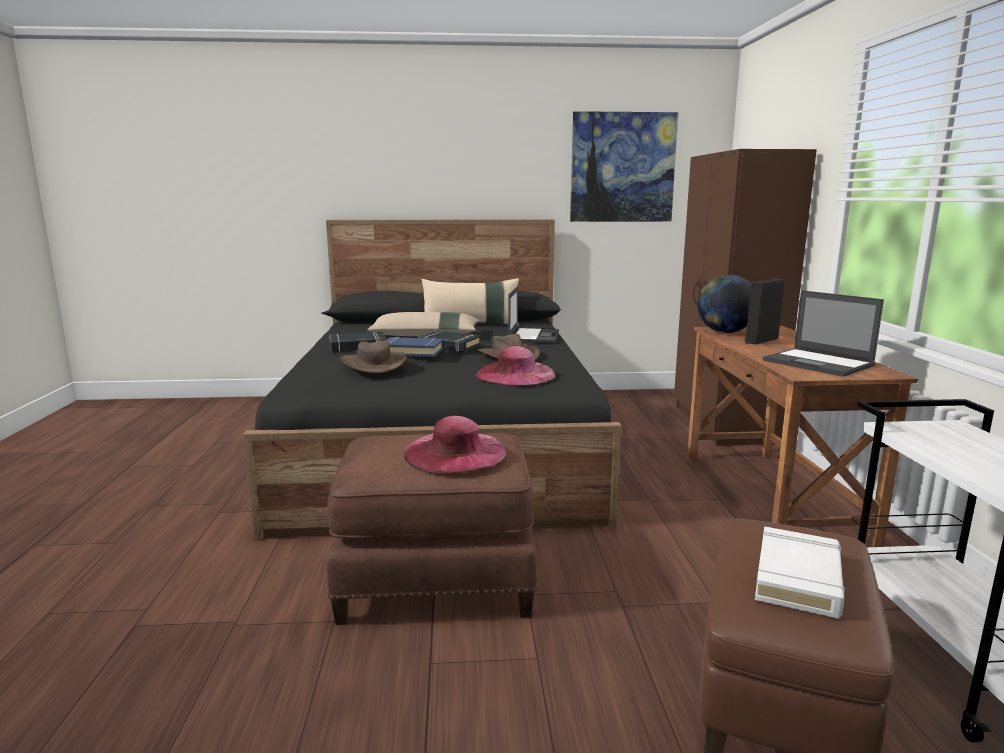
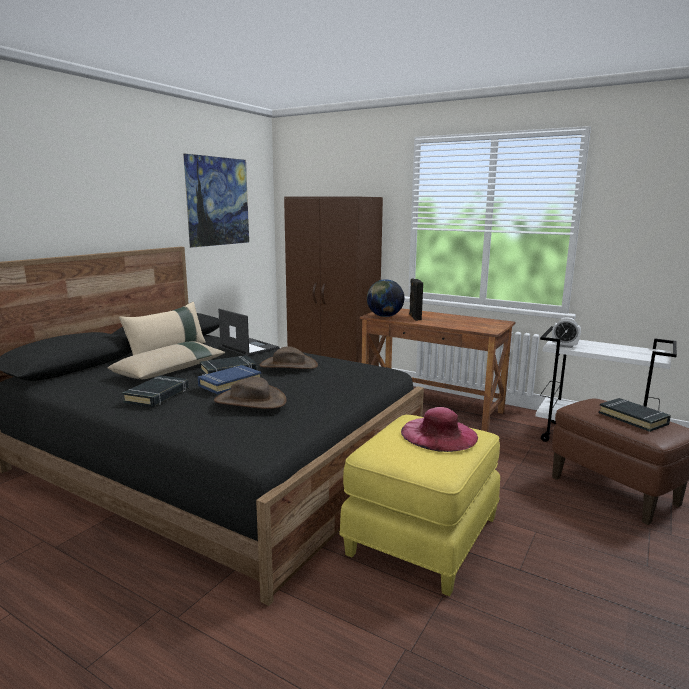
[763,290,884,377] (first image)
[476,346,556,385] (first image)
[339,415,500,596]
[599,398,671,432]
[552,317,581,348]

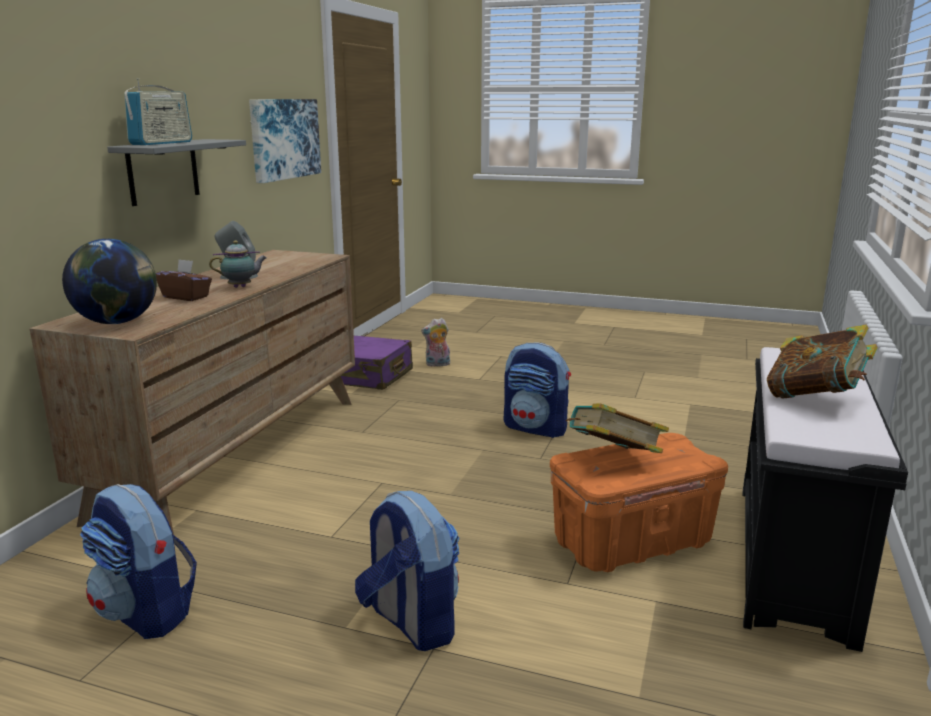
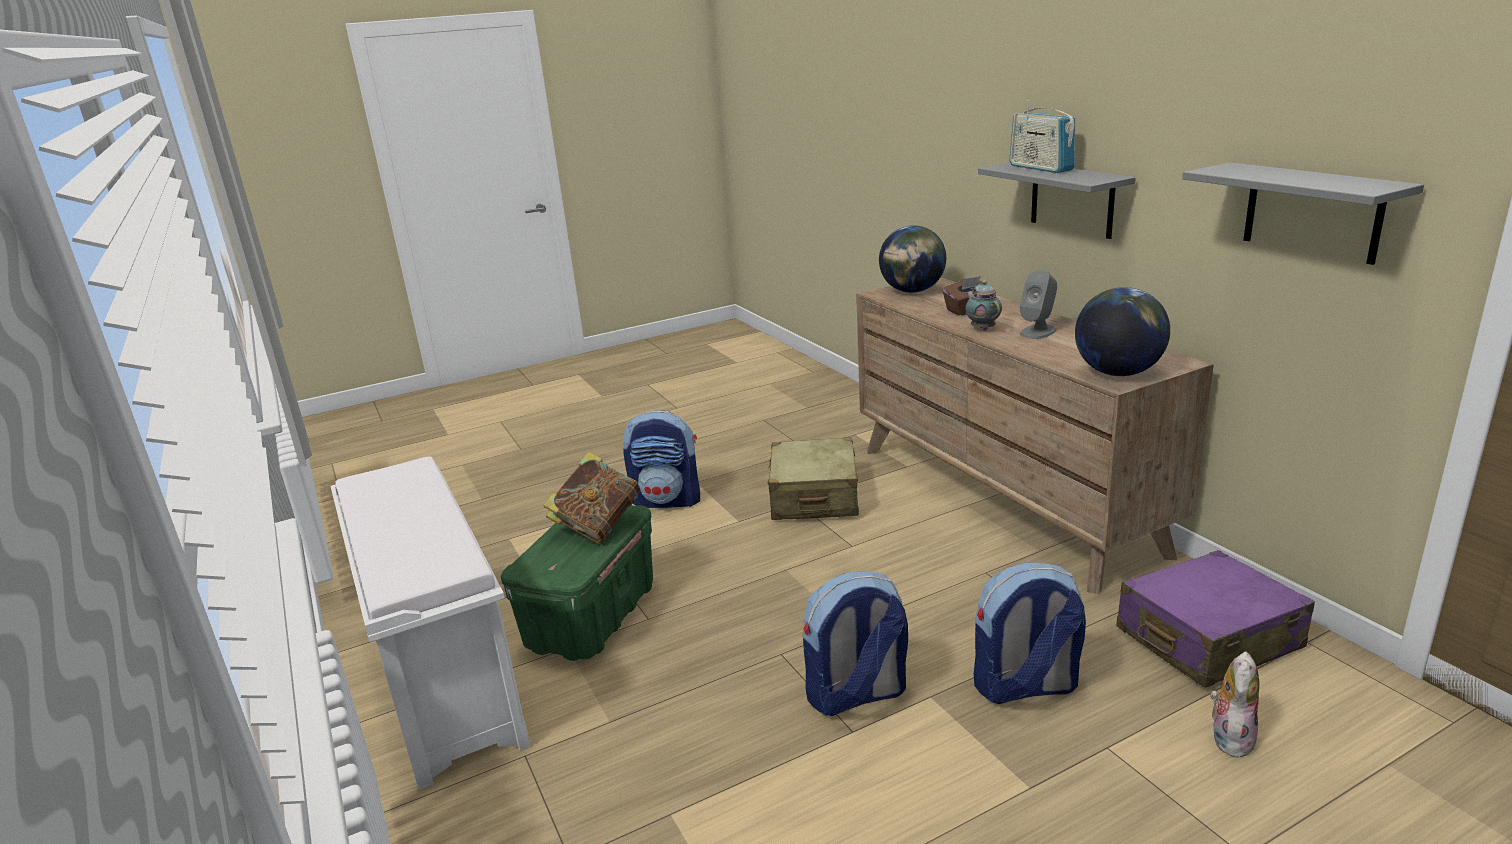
[1182,162,1424,265]
[965,280,1002,330]
[767,325,878,399] (first image)
[331,456,531,790]
[501,505,653,661]
[974,562,1086,704]
[1075,287,1170,376]
[767,437,859,520]

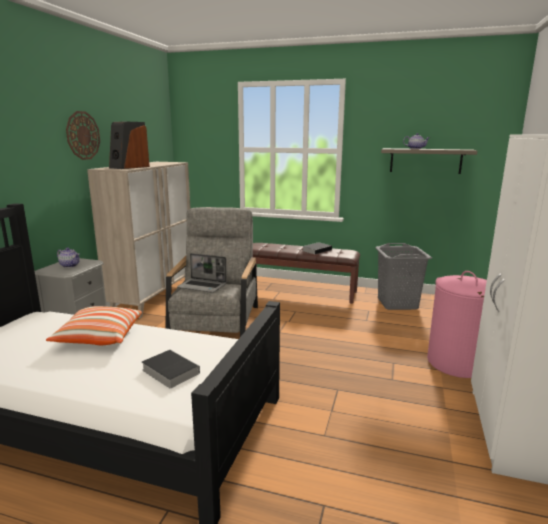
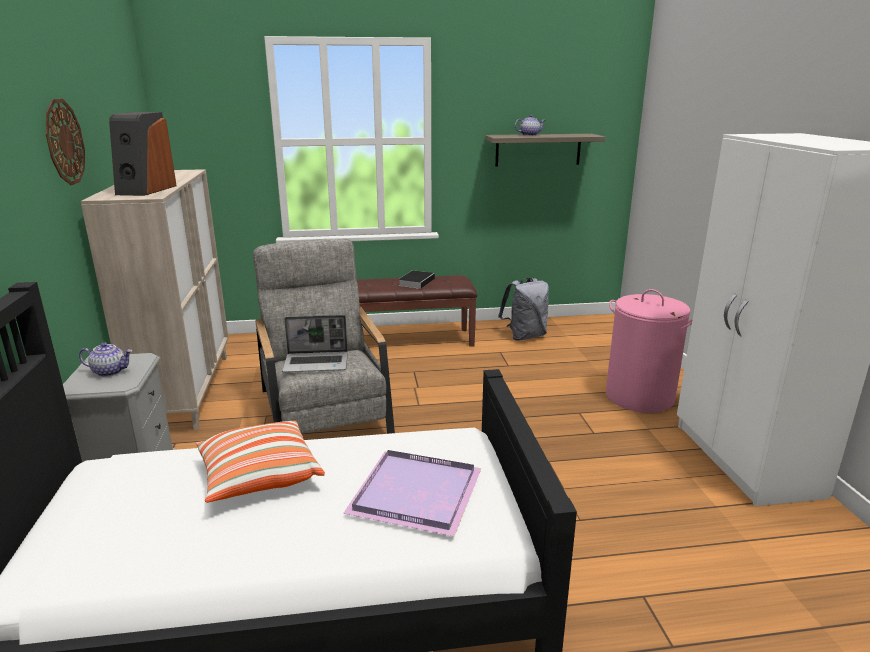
[498,278,549,341]
[343,450,481,536]

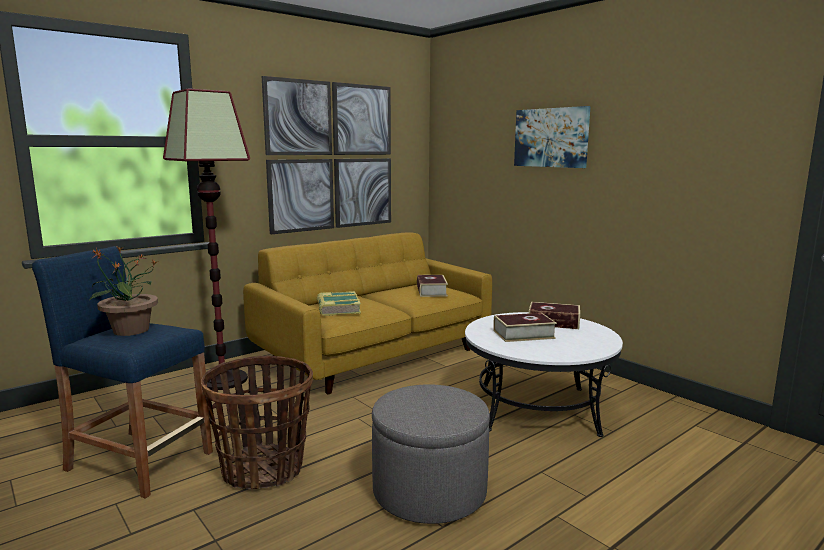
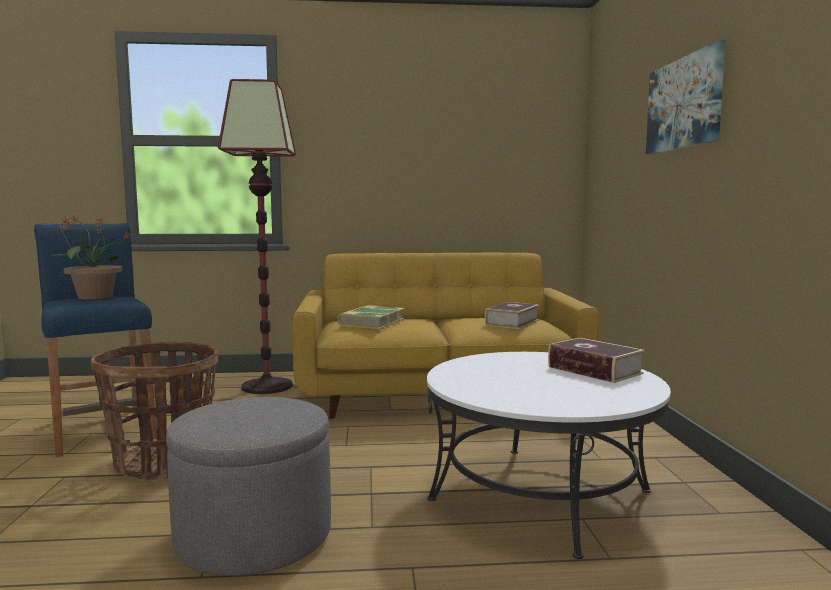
[262,76,391,234] (first image)
[493,313,557,342] (first image)

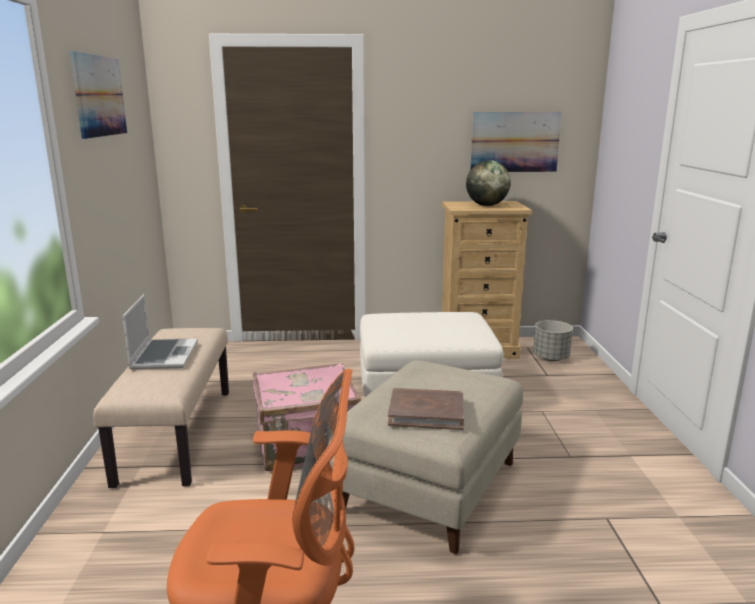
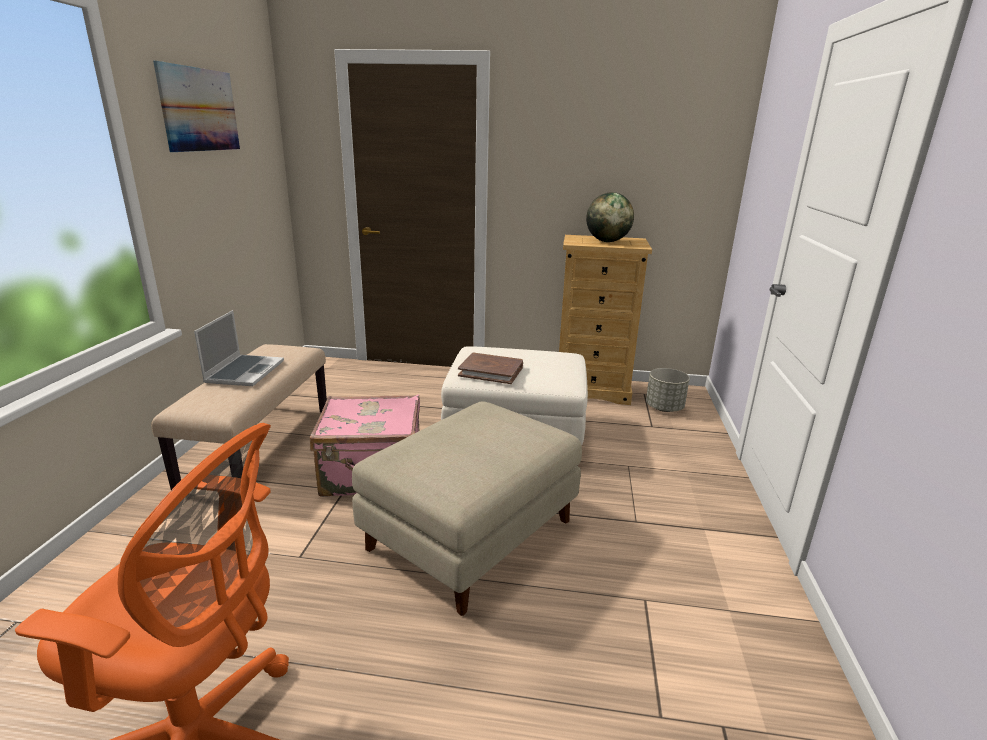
[471,112,562,172] (first image)
[458,353,523,384]

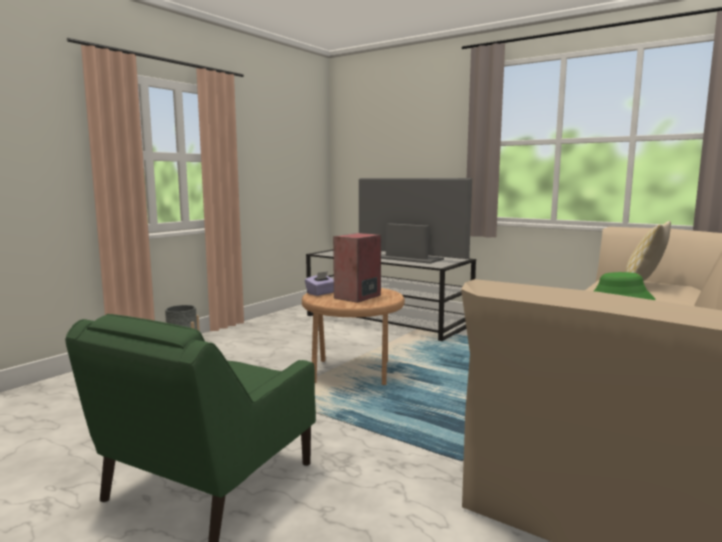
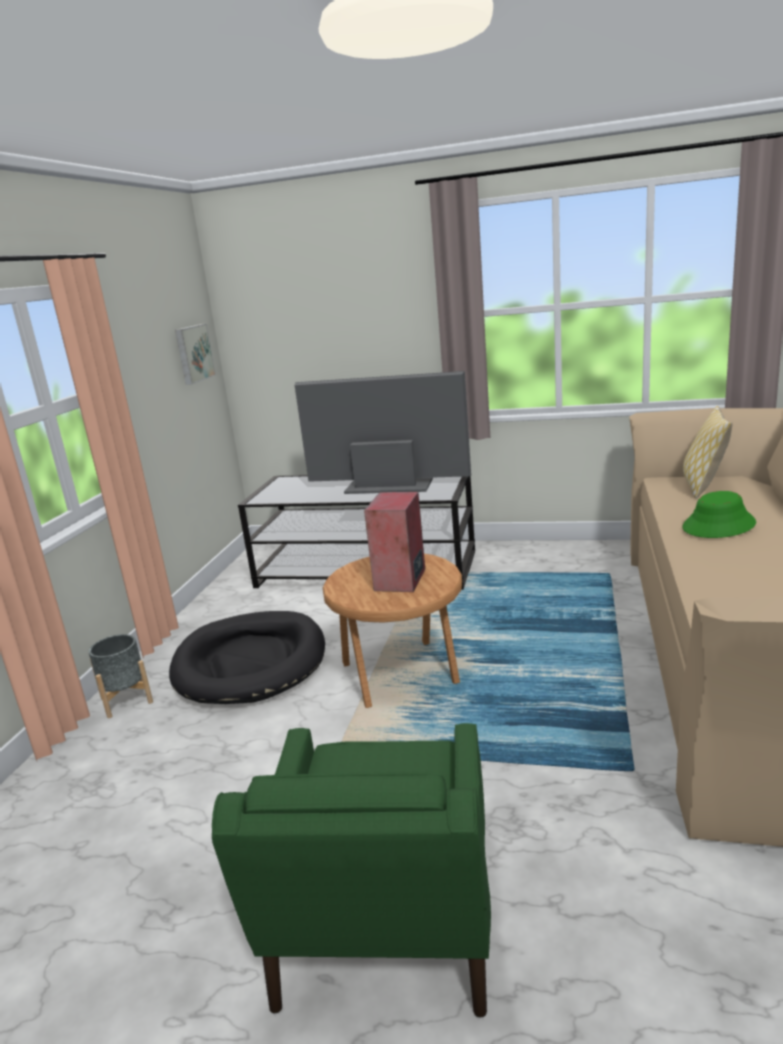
[305,271,334,296] (first image)
[175,324,216,385]
[169,611,325,704]

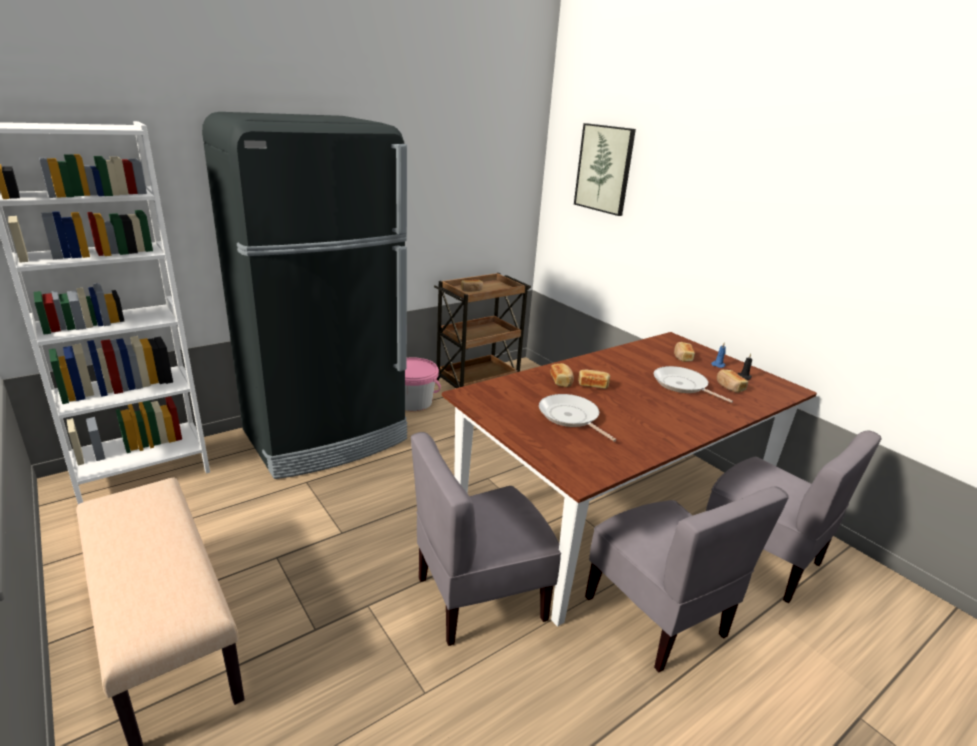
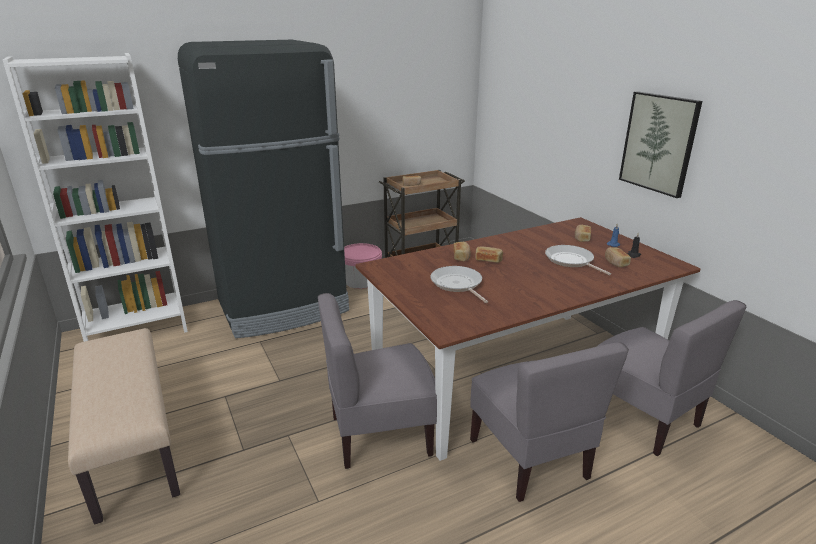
[619,91,702,198]

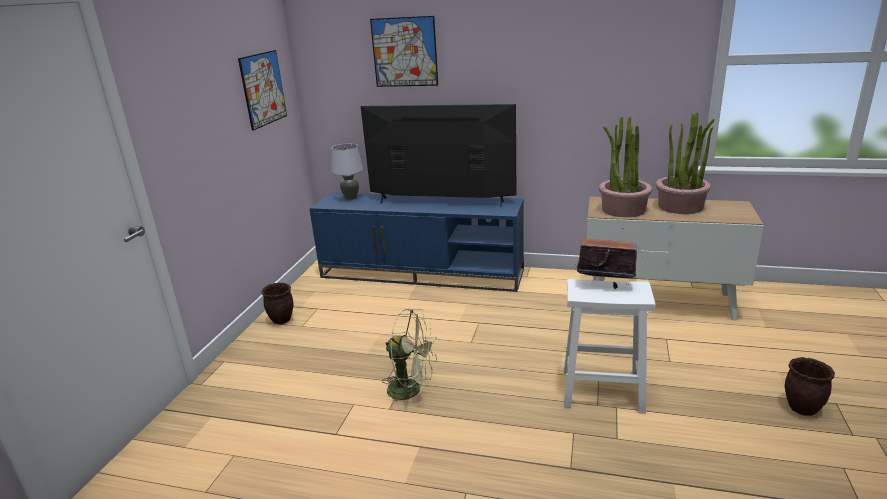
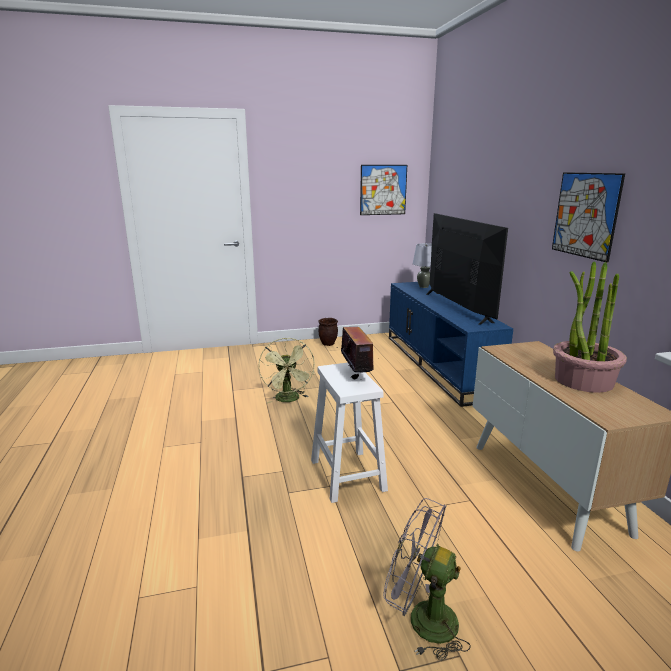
[552,172,625,263]
[599,116,652,217] (first image)
[383,498,471,661]

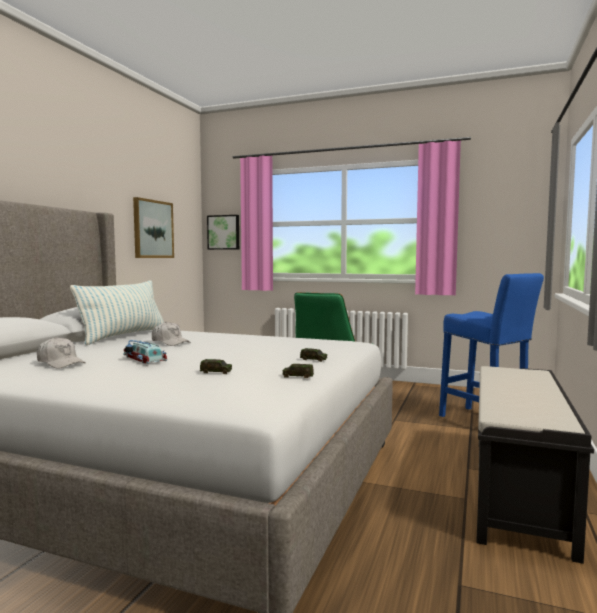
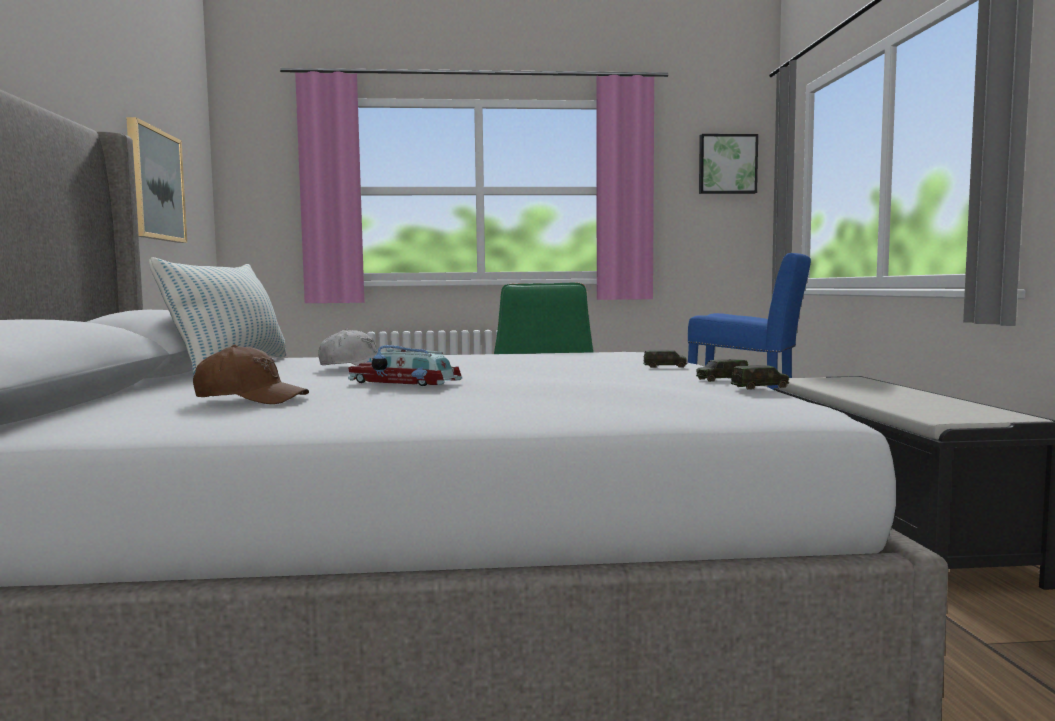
[699,134,758,194]
[193,345,309,404]
[731,365,789,390]

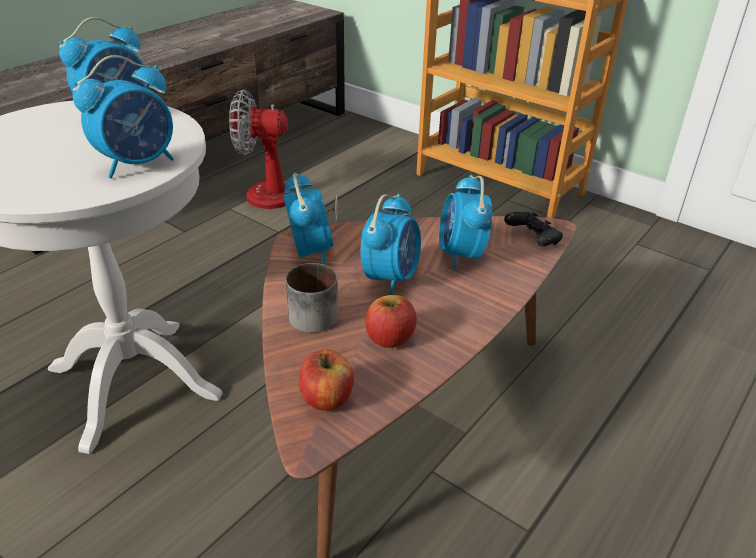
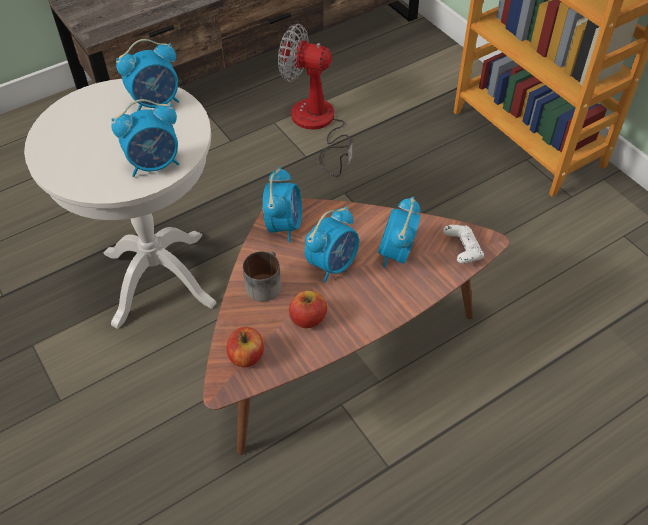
[443,225,484,264]

